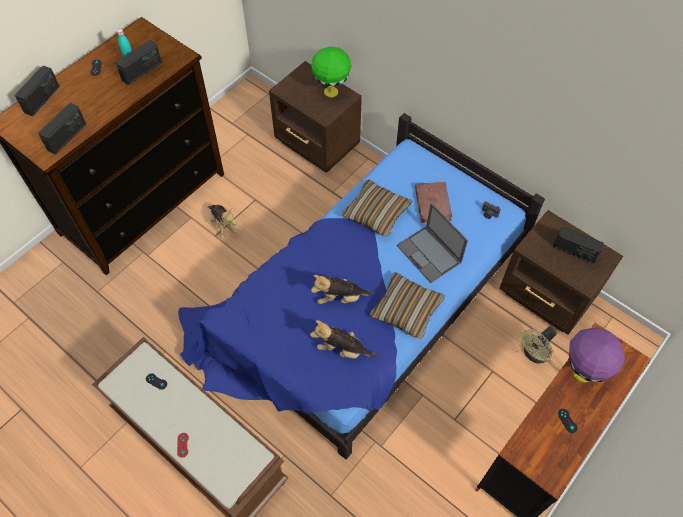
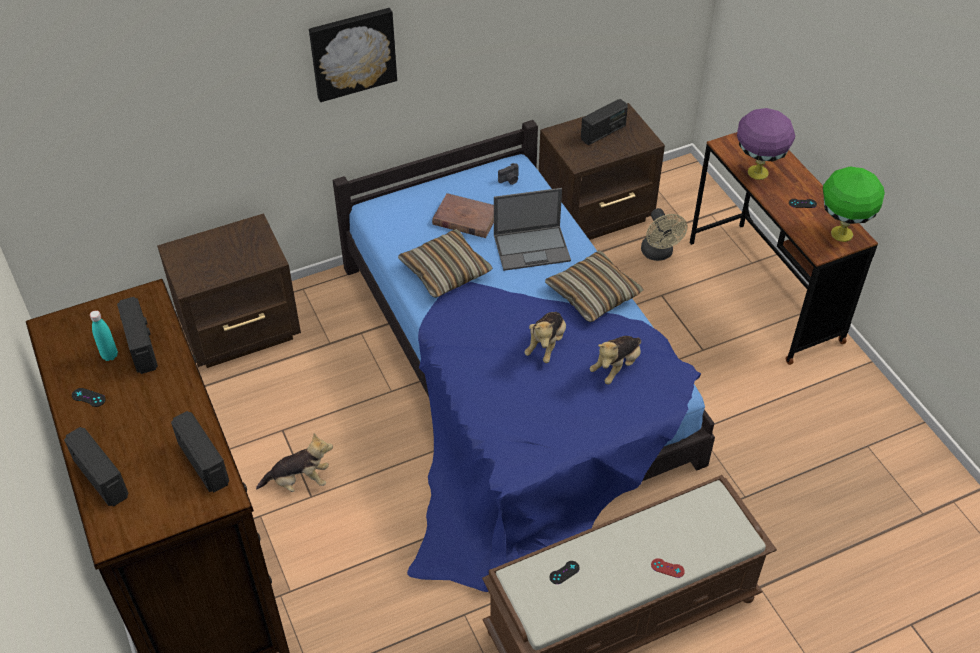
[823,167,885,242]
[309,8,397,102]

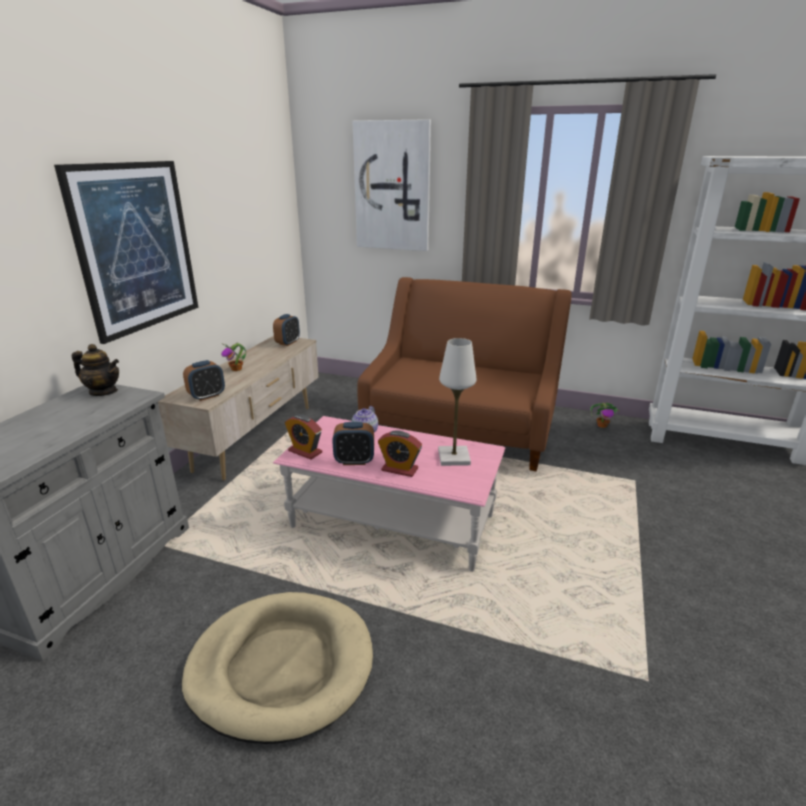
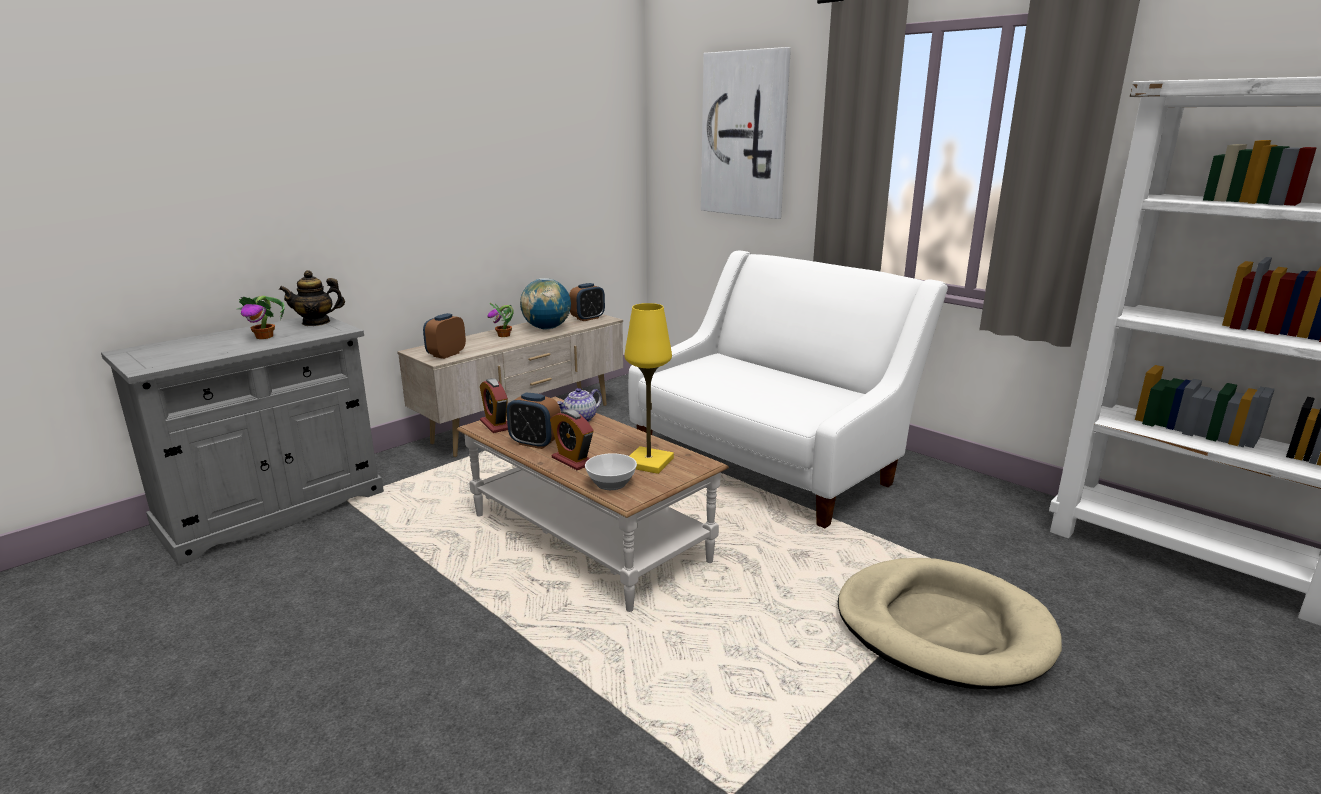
[54,161,199,344] (first image)
[628,251,948,528]
[624,303,674,474]
[279,270,345,326]
[423,313,466,359]
[237,296,285,339]
[456,397,729,612]
[838,558,1062,689]
[520,278,571,330]
[585,453,637,490]

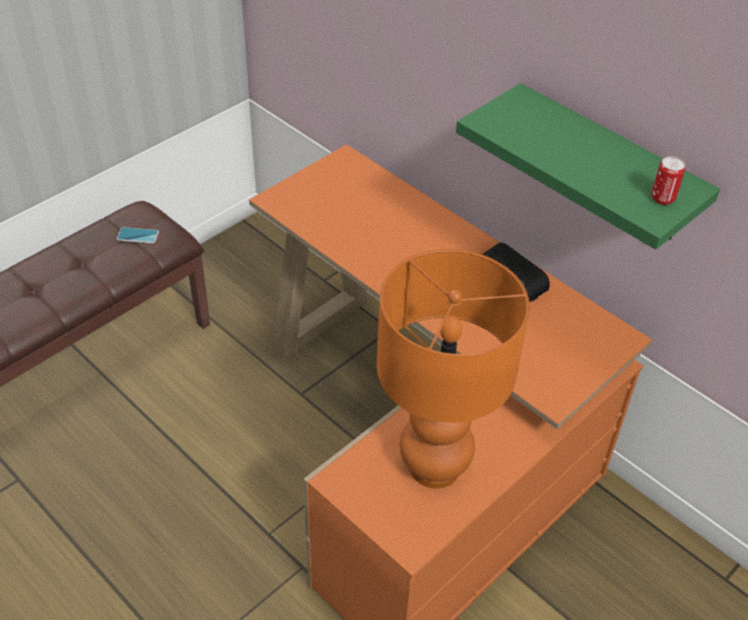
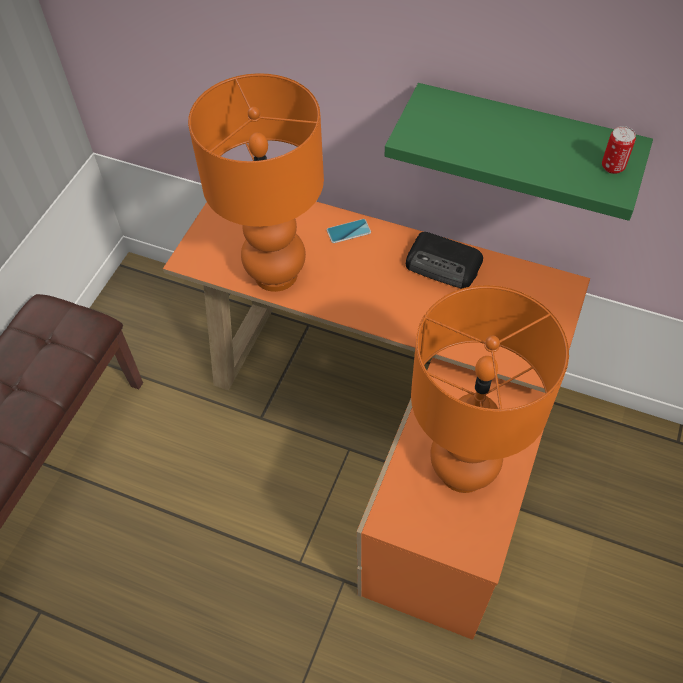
[327,219,371,243]
[188,73,324,292]

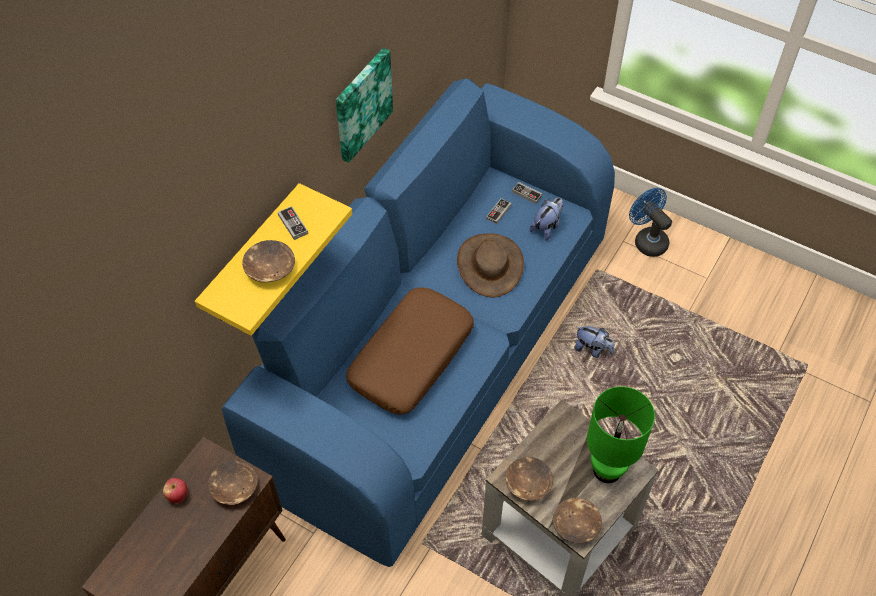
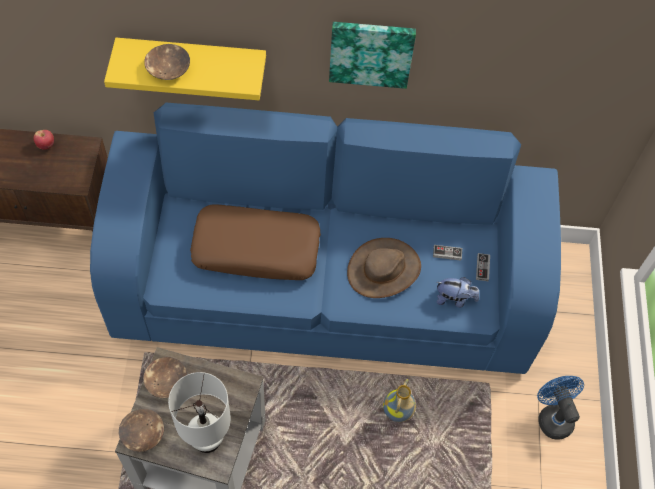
[537,376,584,440]
[278,206,308,240] (first image)
[383,379,416,422]
[168,372,231,453]
[208,460,258,505] (first image)

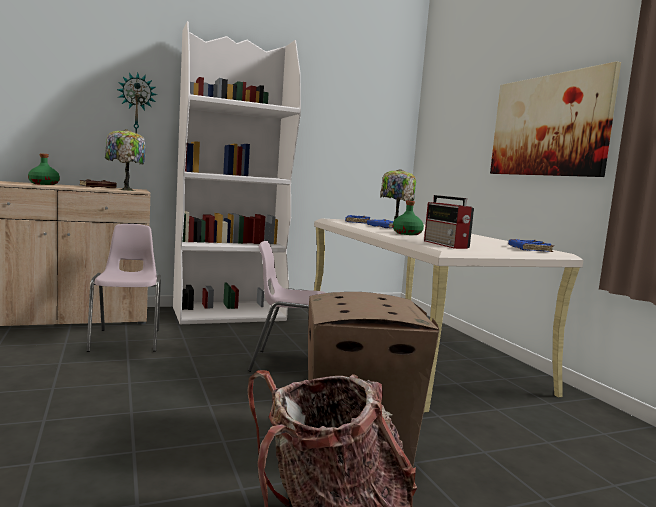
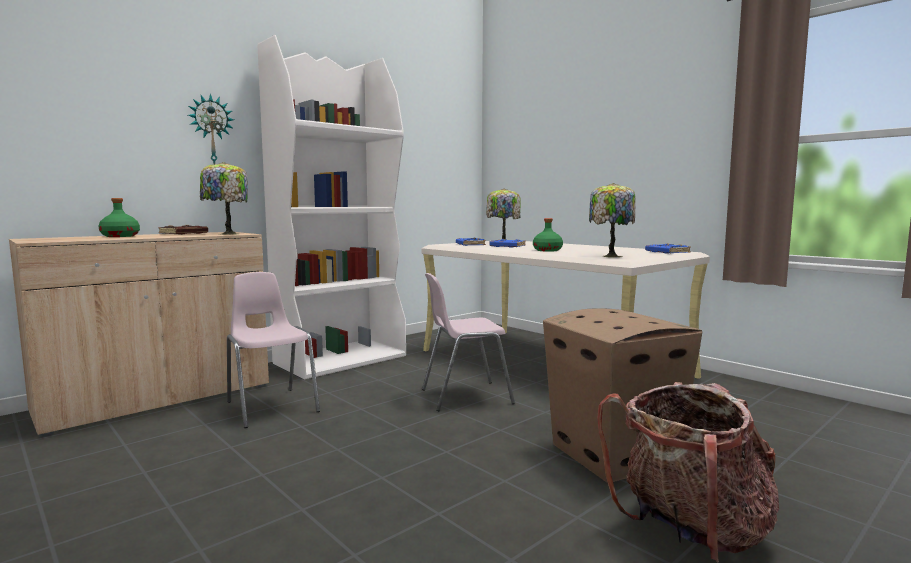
[490,61,621,177] (first image)
[589,183,636,258]

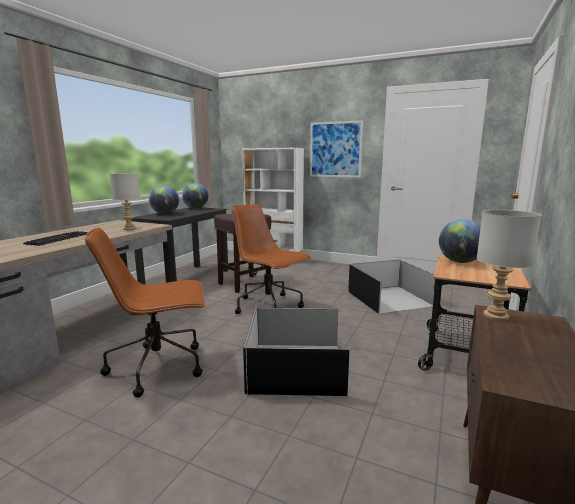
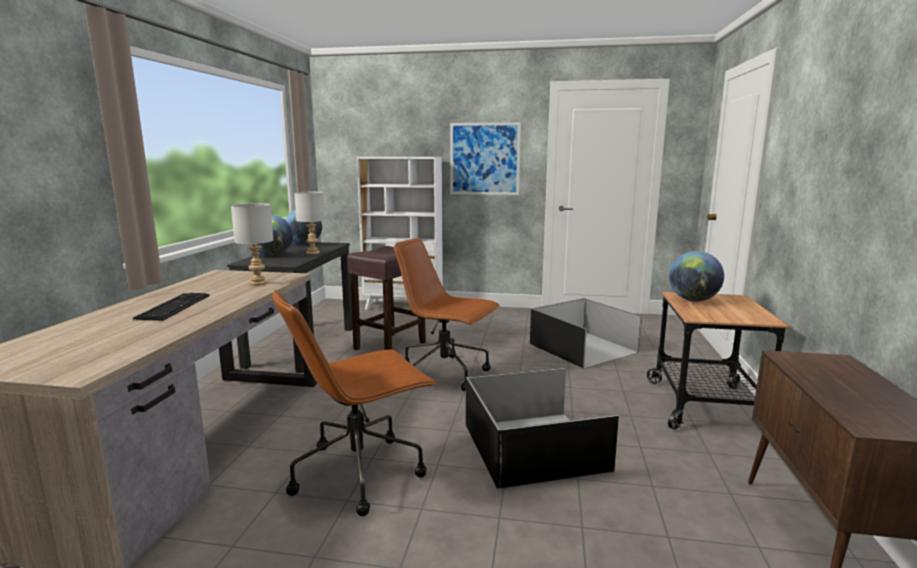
[294,192,325,255]

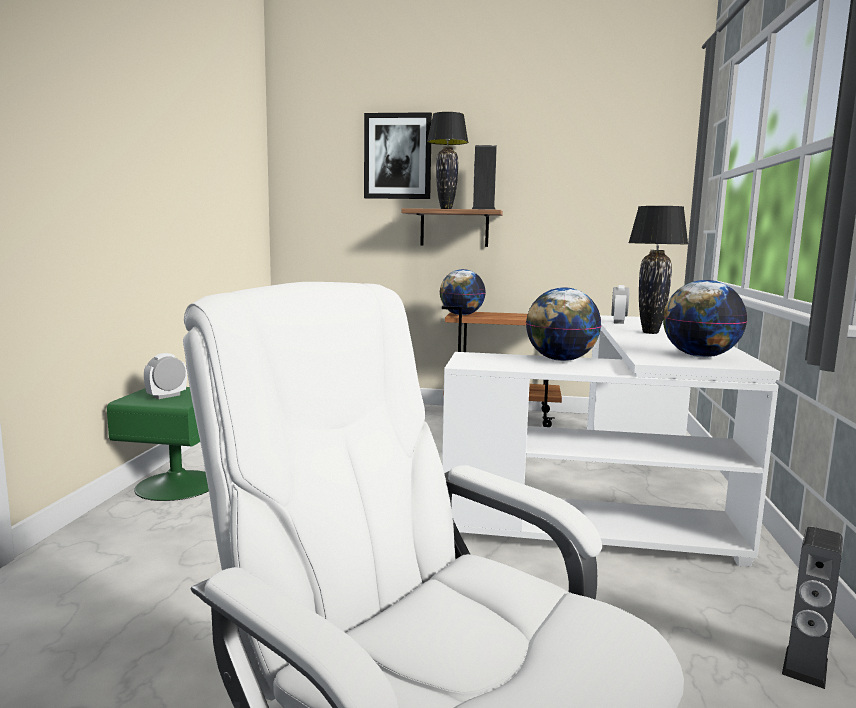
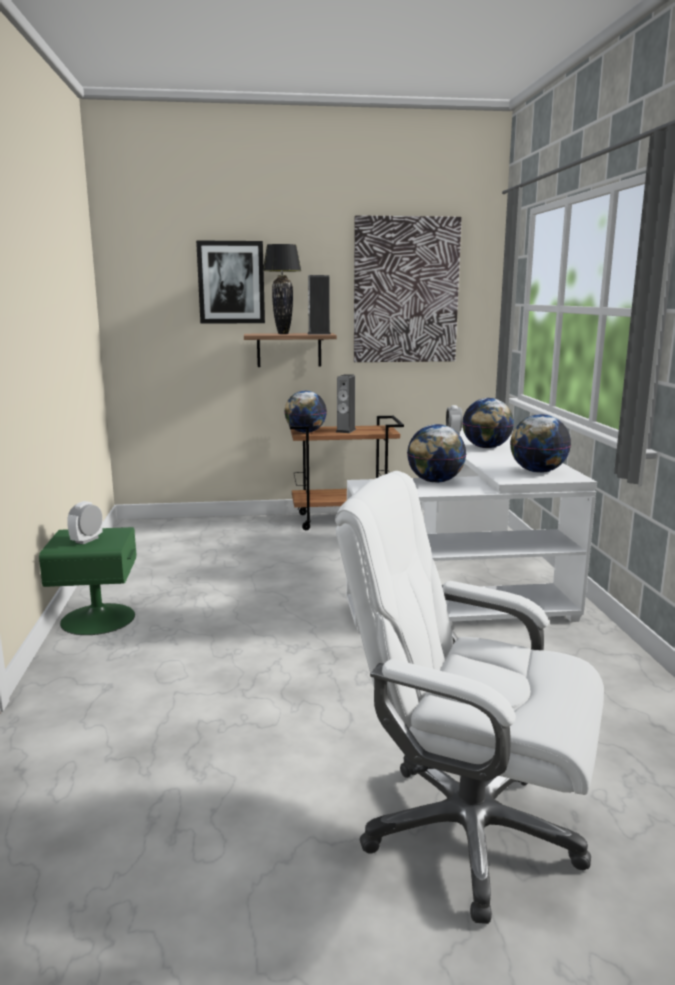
[462,398,514,448]
[336,374,356,433]
[354,215,462,362]

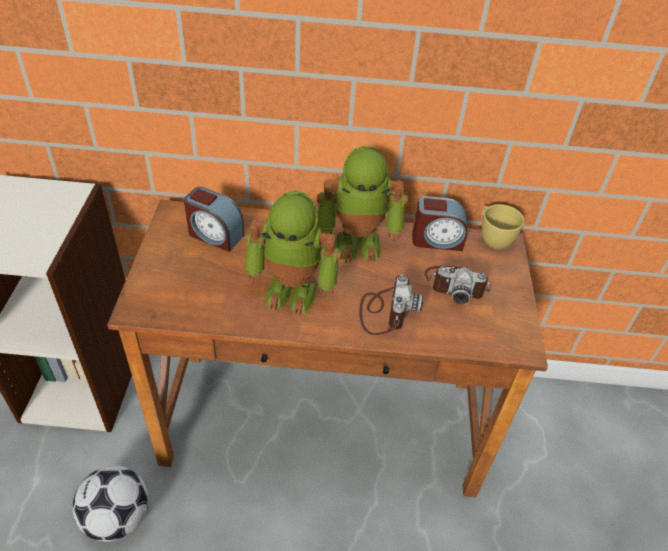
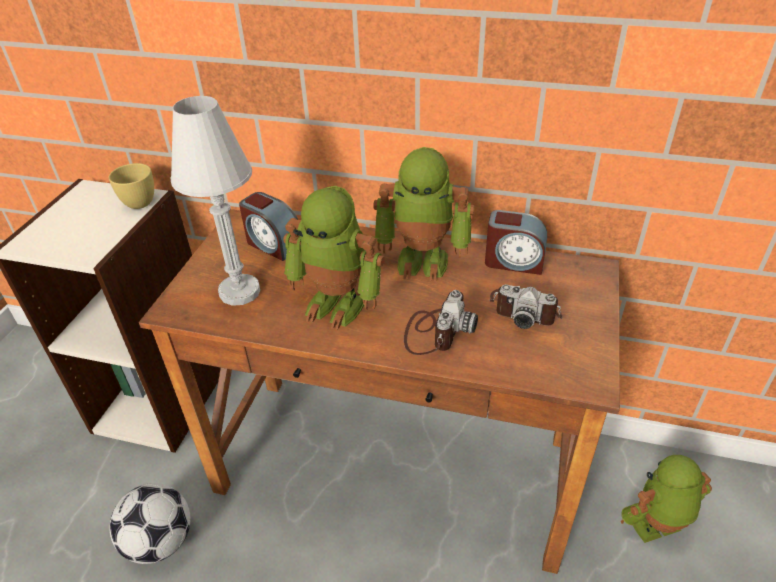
[109,163,154,209]
[170,96,260,306]
[621,455,712,543]

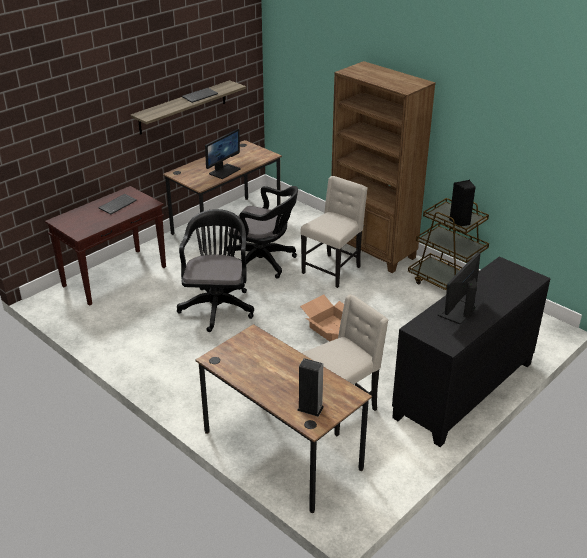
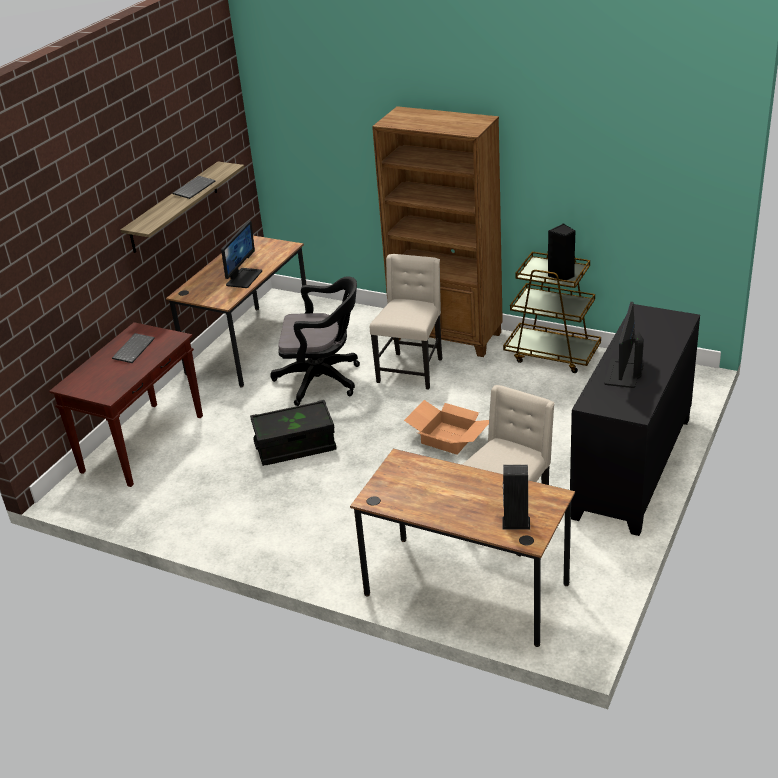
[250,400,337,466]

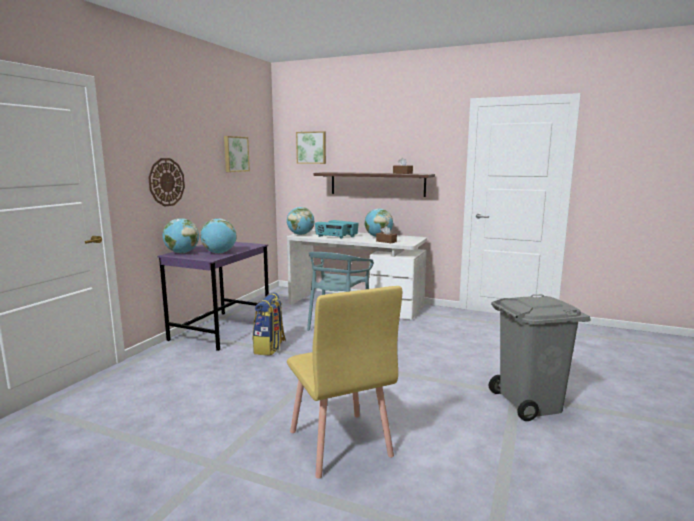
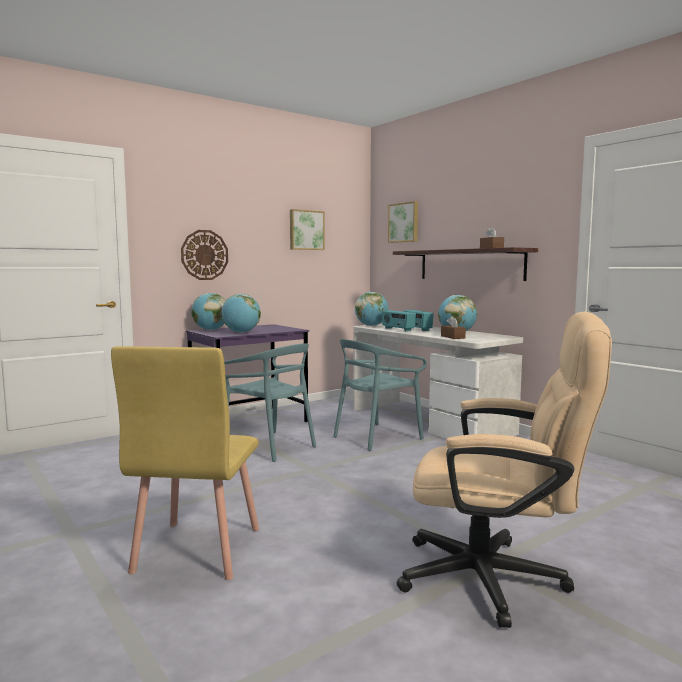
[224,343,316,462]
[397,311,612,628]

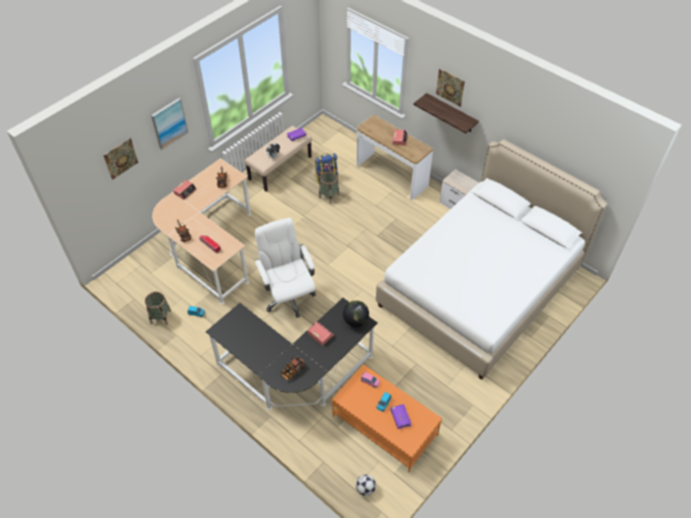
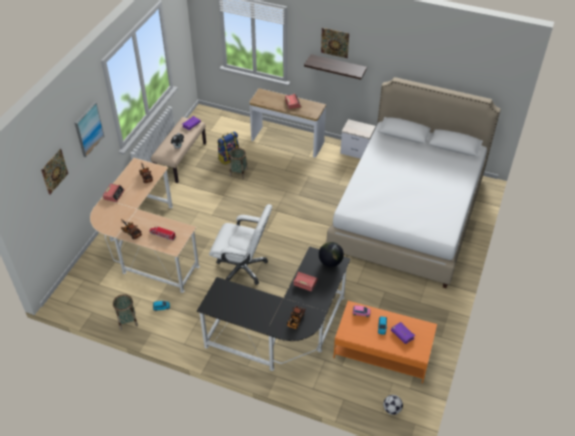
[209,204,272,285]

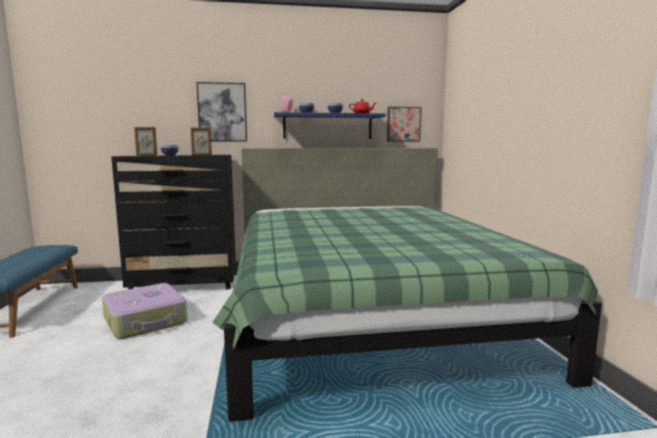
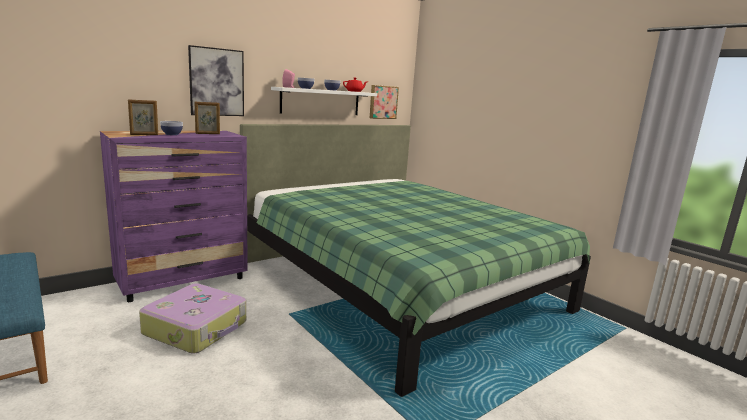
[271,87,377,115]
[100,131,248,302]

